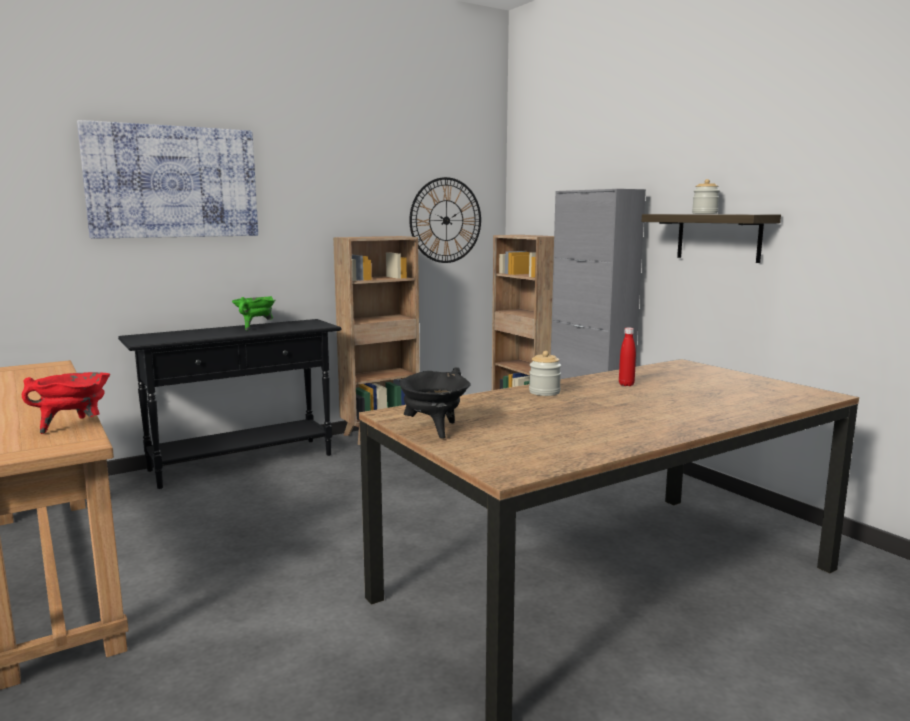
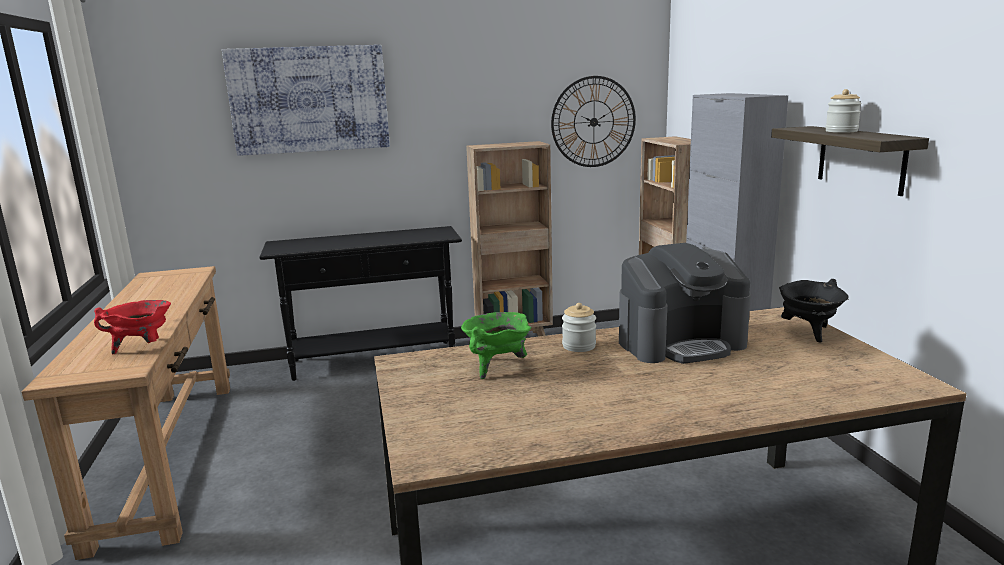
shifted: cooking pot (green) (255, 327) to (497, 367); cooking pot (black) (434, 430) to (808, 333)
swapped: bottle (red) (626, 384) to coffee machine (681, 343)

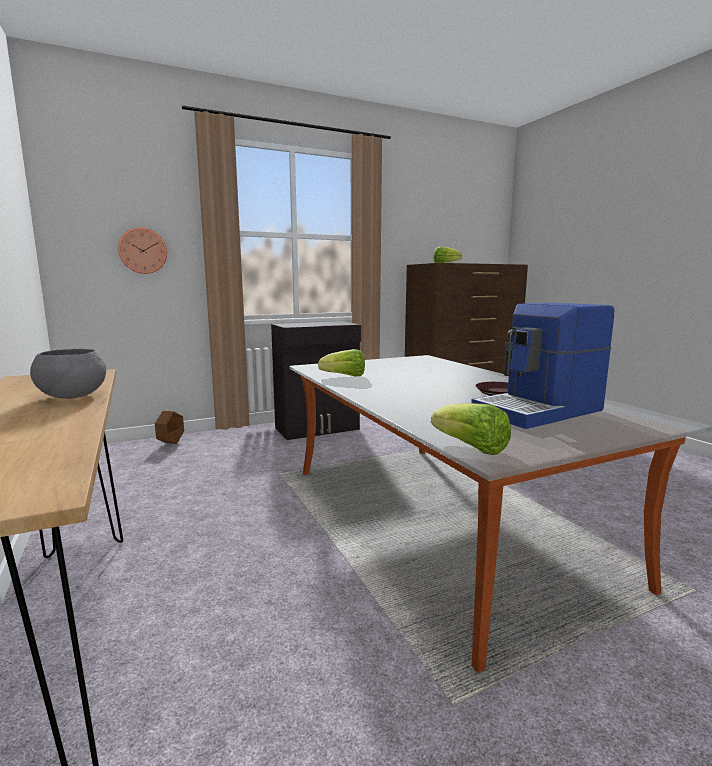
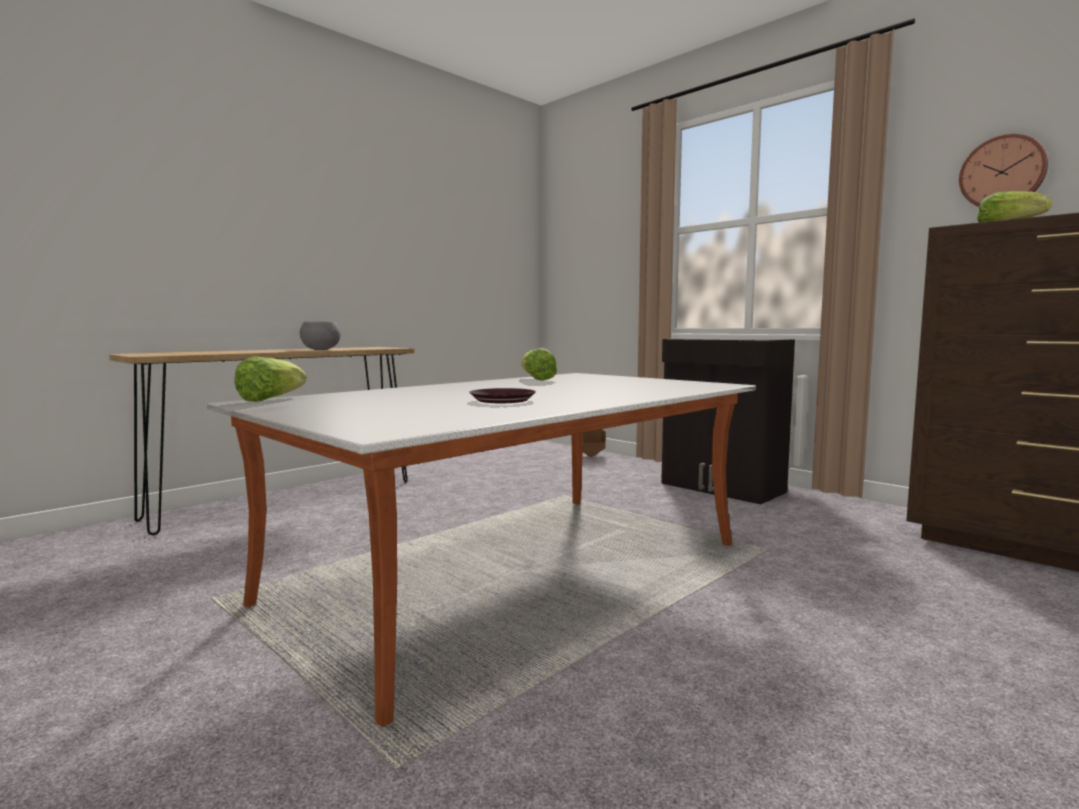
gone: coffee machine (540, 411)
shifted: wall clock (143, 251) to (1002, 173)

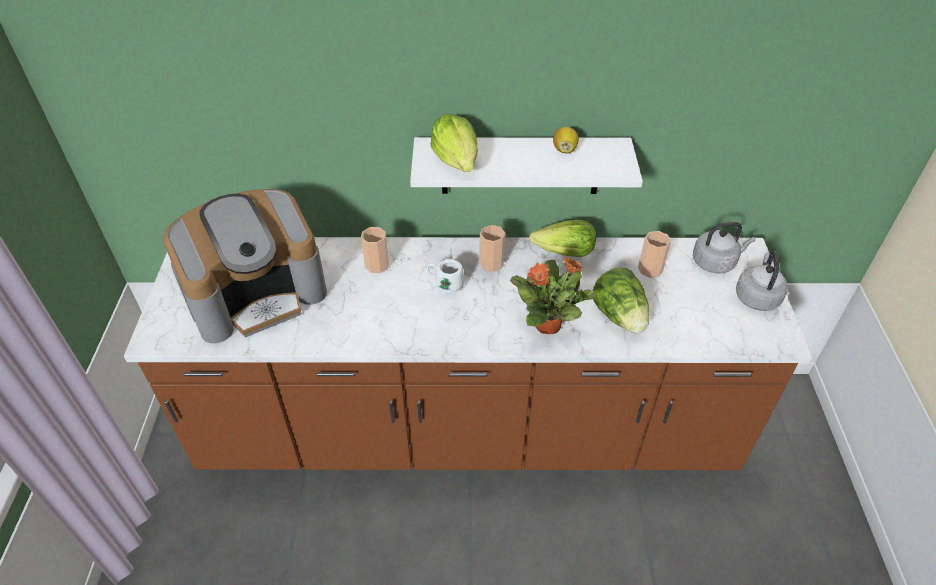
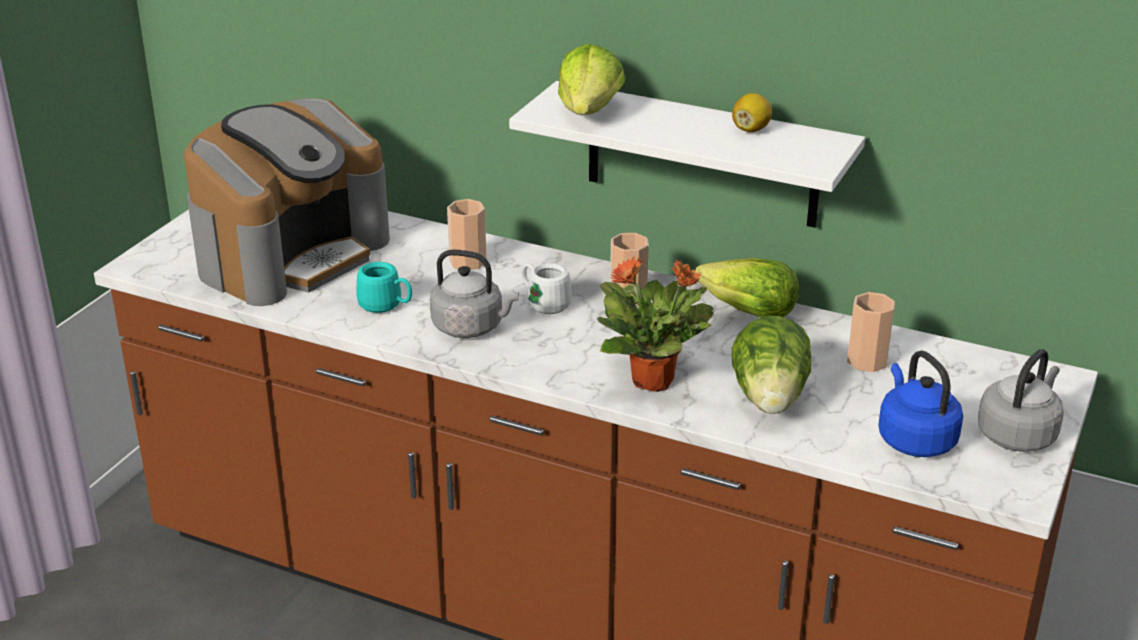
new: mug (turquoise) (386, 306); kettle (blue) (914, 439)
shifted: kettle (grey) (715, 262) to (471, 327)
rotated: coffee machine (257, 294) = (292, 254) 45 degrees counterclockwise

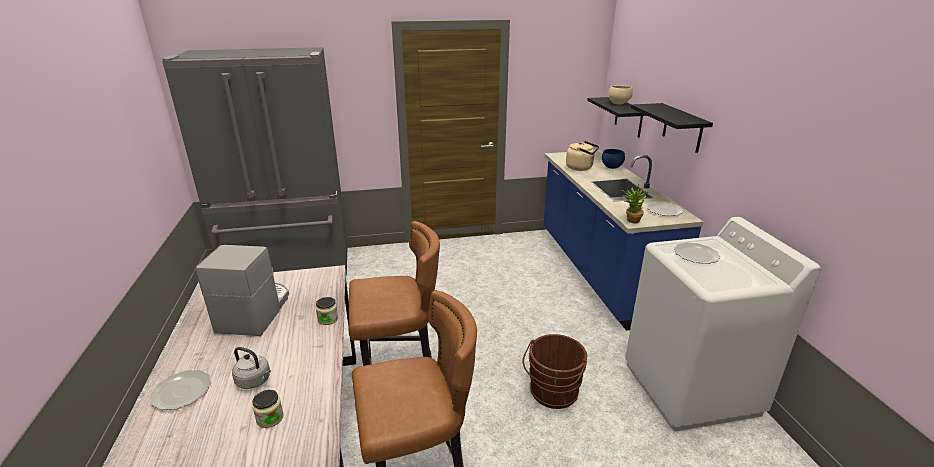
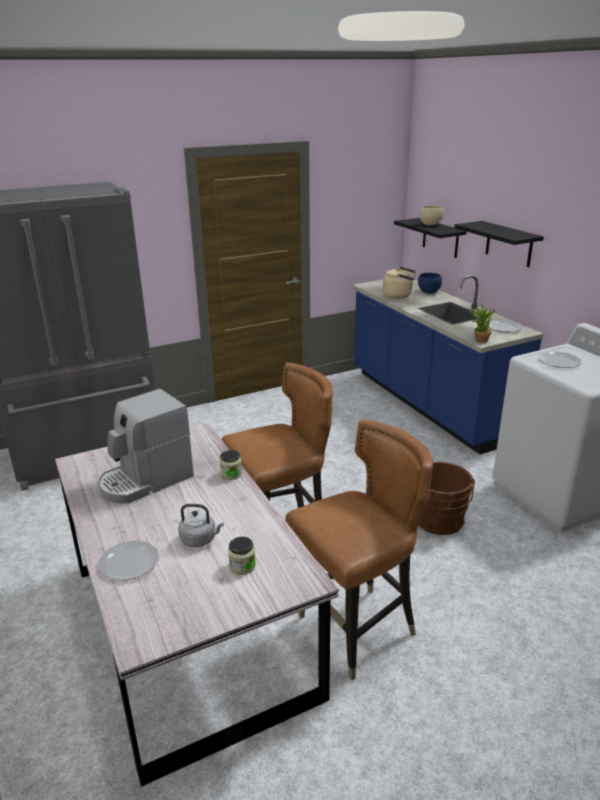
rotated: coffee machine (255, 312) = (145, 480) 120 degrees counterclockwise

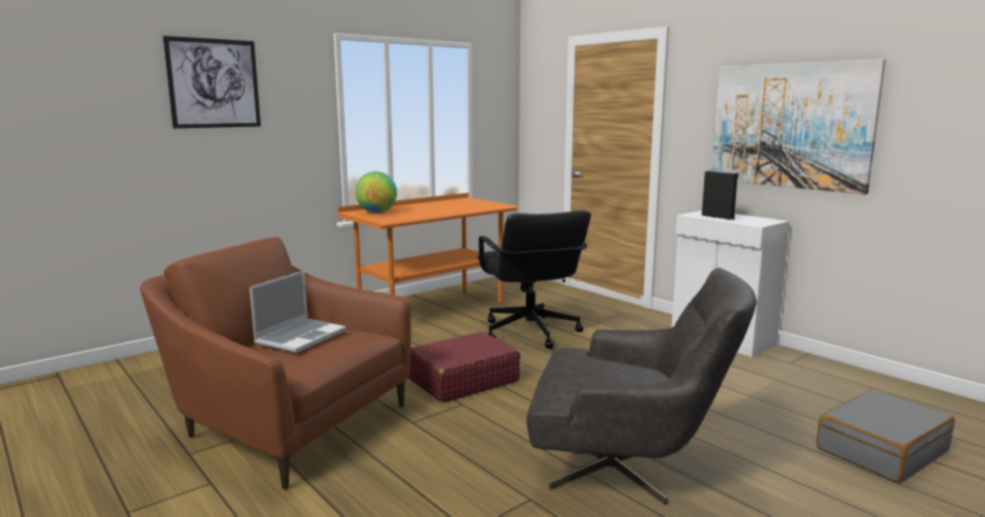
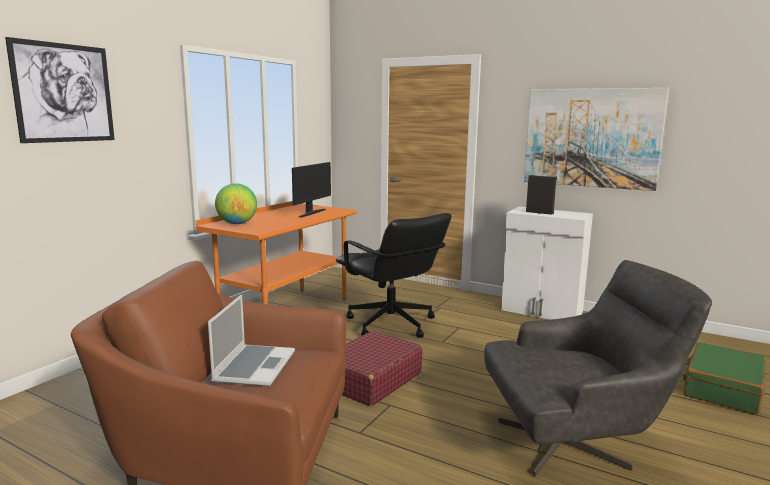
new: monitor (311, 213)
repainted: suitcase (grey) (881, 449) to suitcase (green) (722, 389)

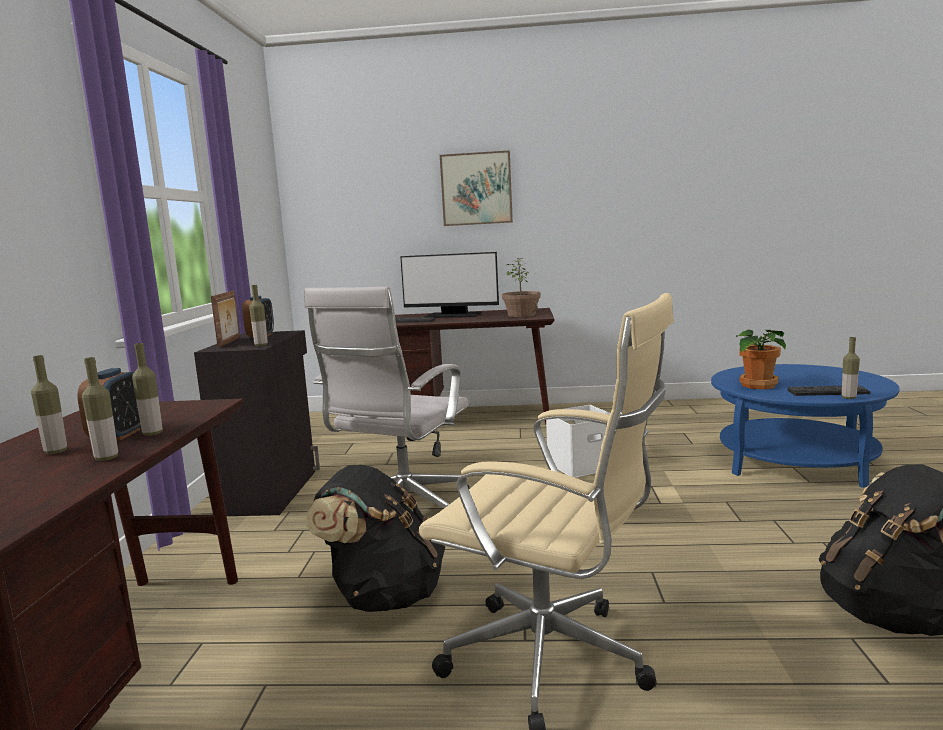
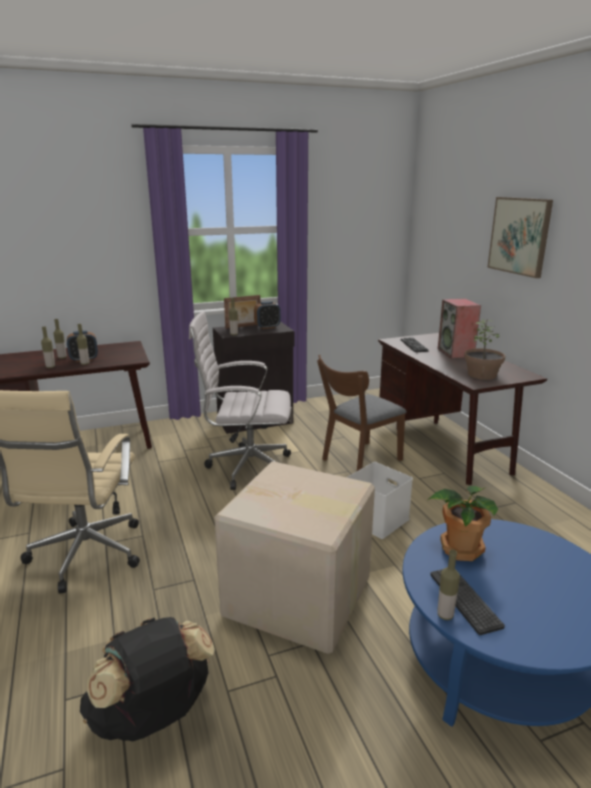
gone: backpack (black) (384, 596)
new: chair (brown) (357, 461); cardboard box (298, 598)
swapped: monitor (453, 315) to speaker (456, 353)

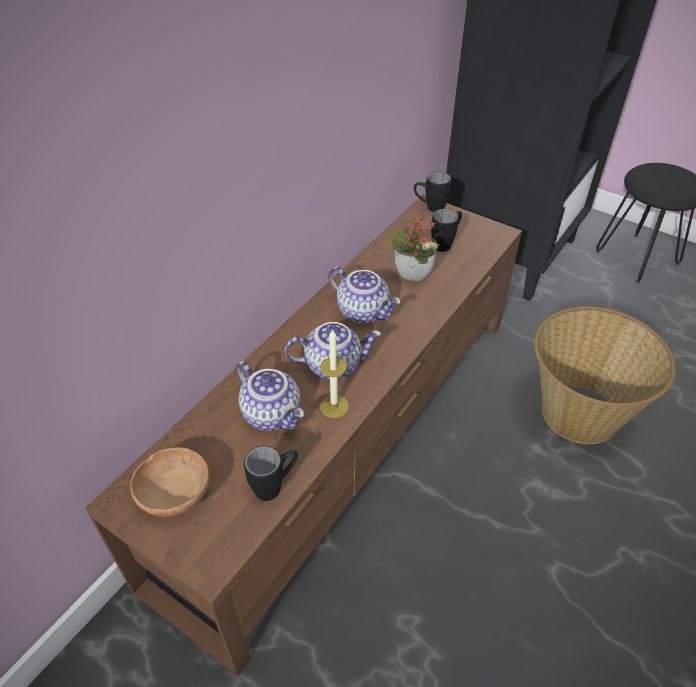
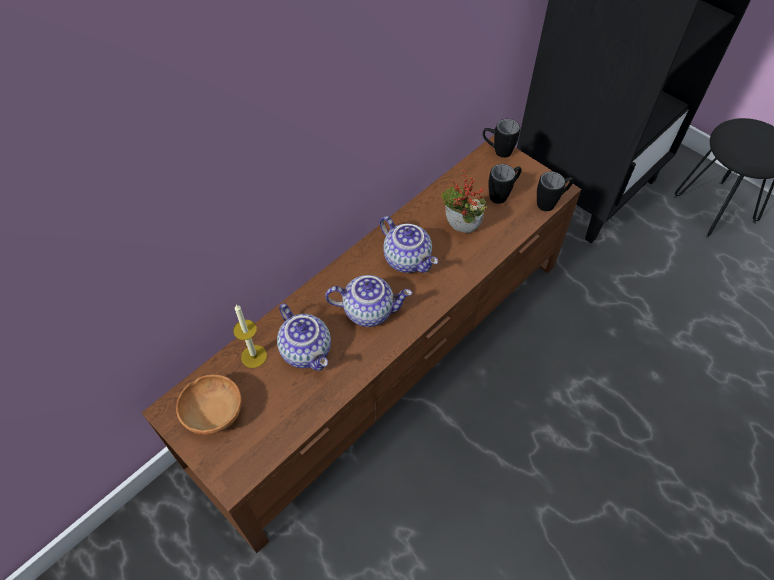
gone: basket (579, 412)
shifted: candle (334, 406) to (254, 356); mug (black) (275, 486) to (550, 203)

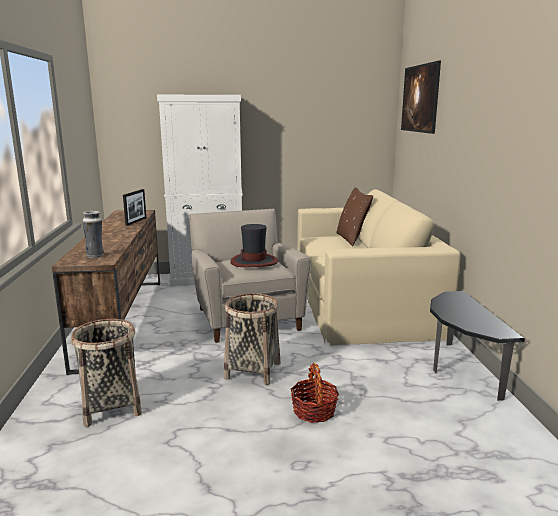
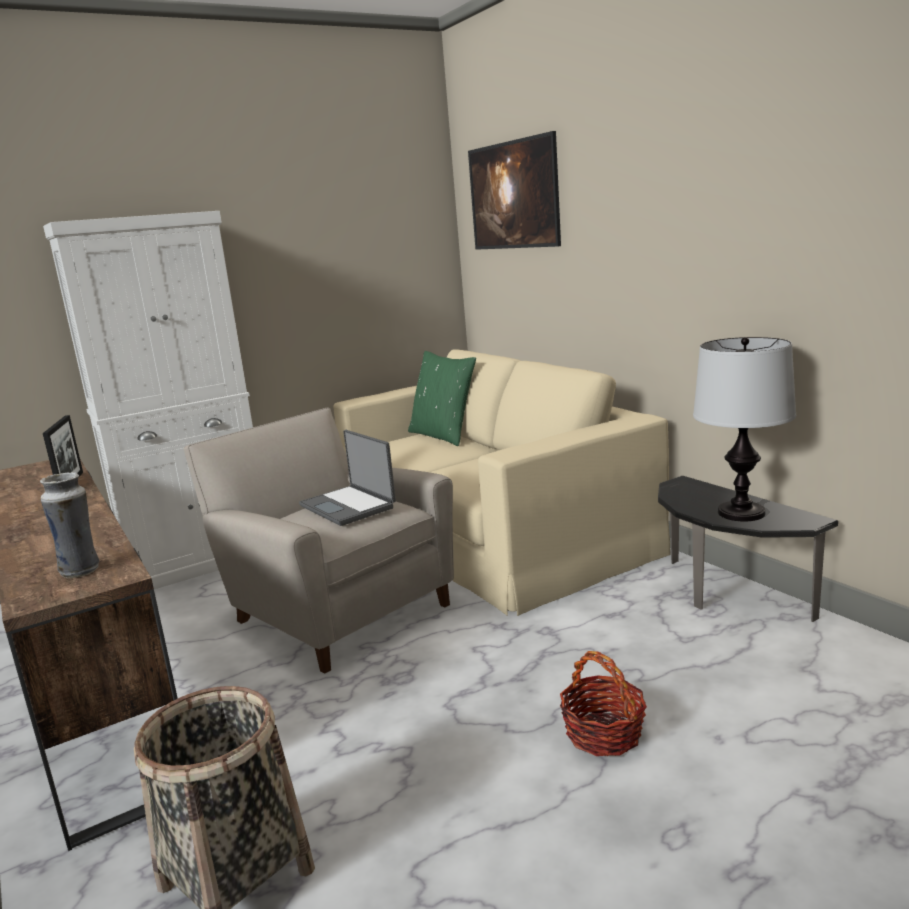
gone: basket (252, 370)
new: table lamp (742, 513)
swapped: hat (254, 261) to laptop (349, 506)
repainted: pillow (brown) (352, 239) to pillow (green) (443, 435)

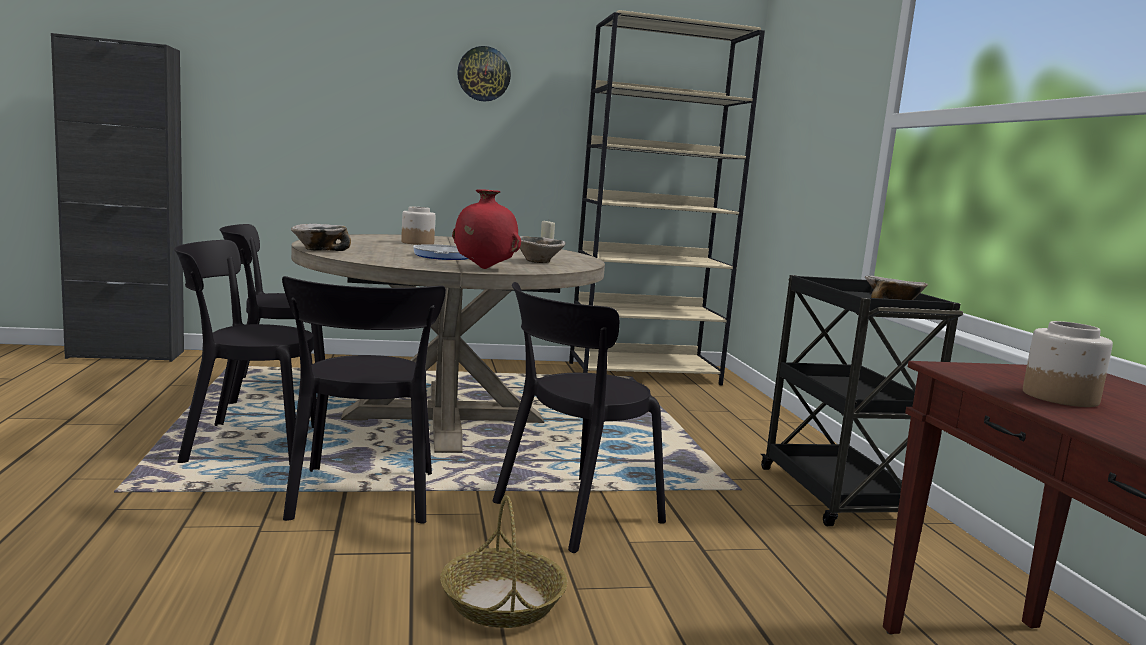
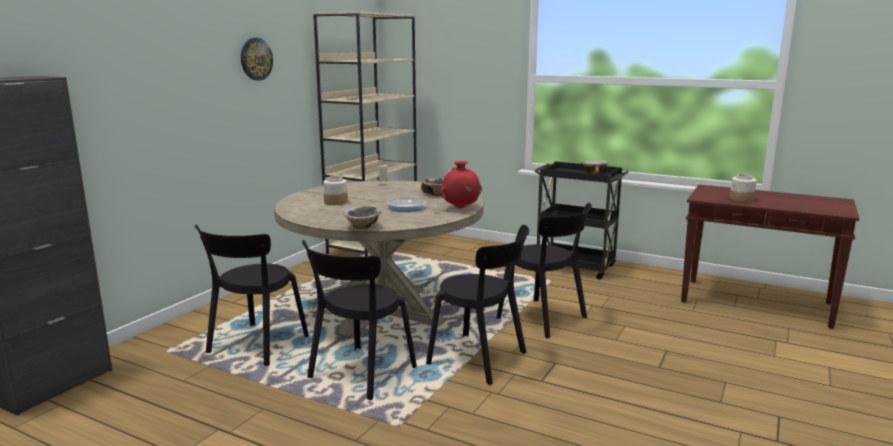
gone: basket (503, 602)
rotated: chair (black) (571, 514) = (545, 319) 45 degrees counterclockwise

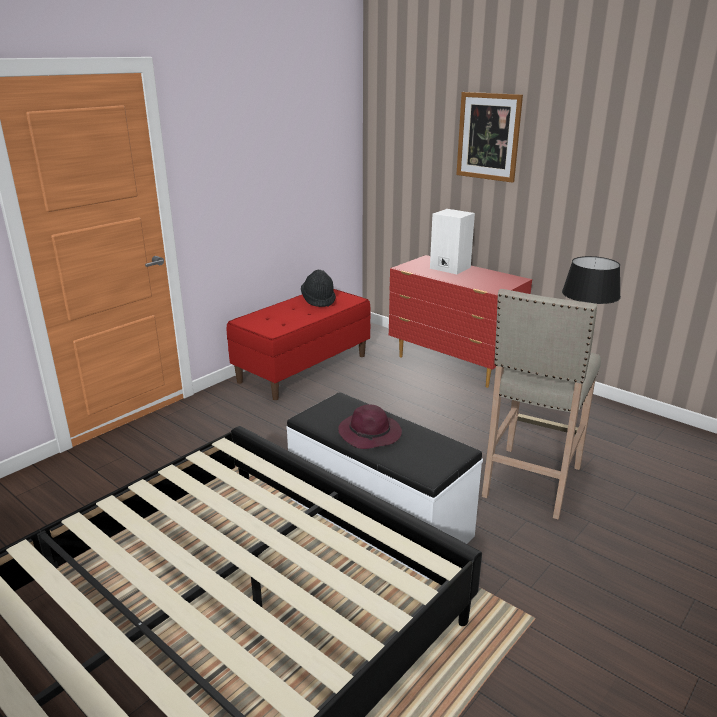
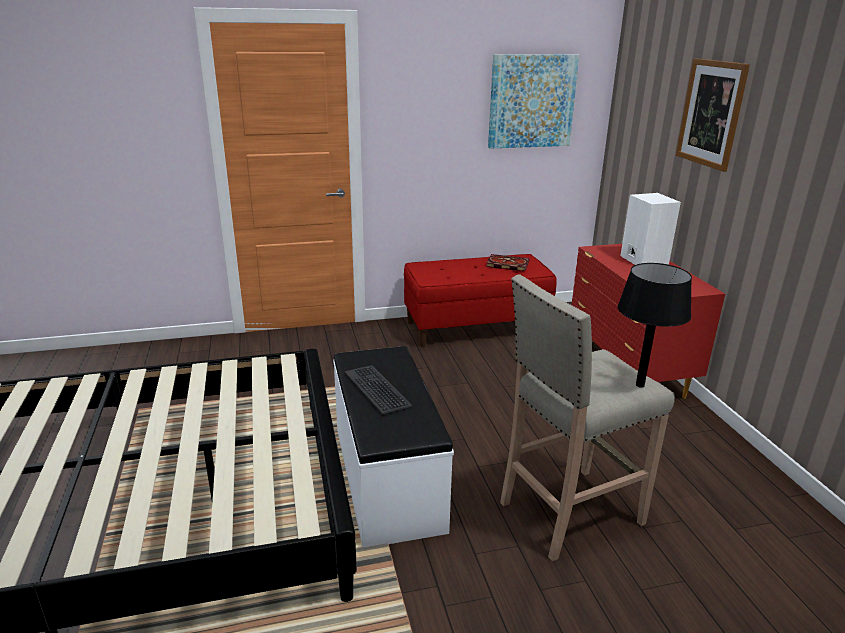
new: picture (531, 101)
swapped: hat (black) (318, 300) to book (506, 264); hat (purple) (370, 434) to keyboard (377, 389)

